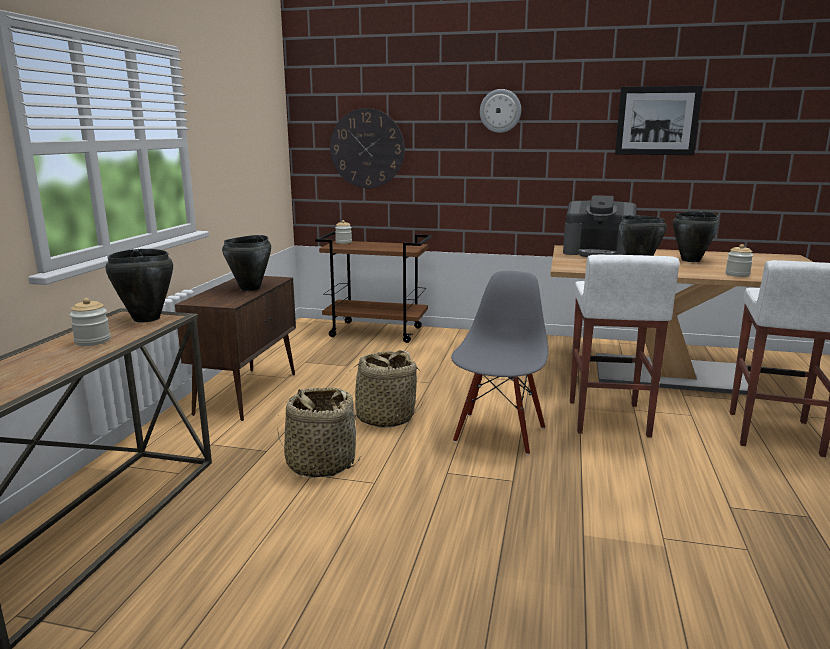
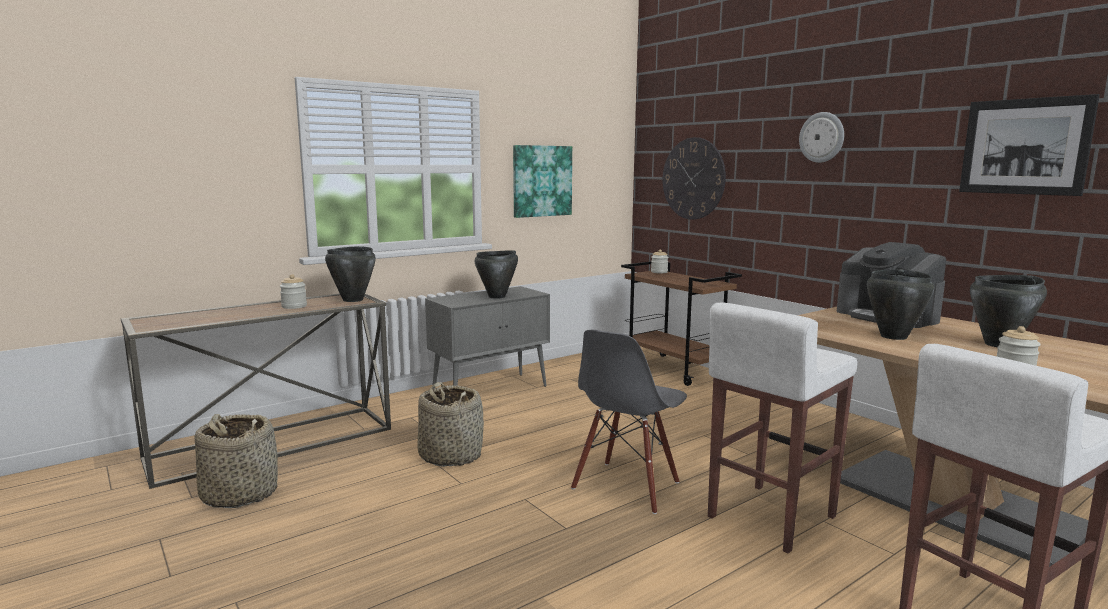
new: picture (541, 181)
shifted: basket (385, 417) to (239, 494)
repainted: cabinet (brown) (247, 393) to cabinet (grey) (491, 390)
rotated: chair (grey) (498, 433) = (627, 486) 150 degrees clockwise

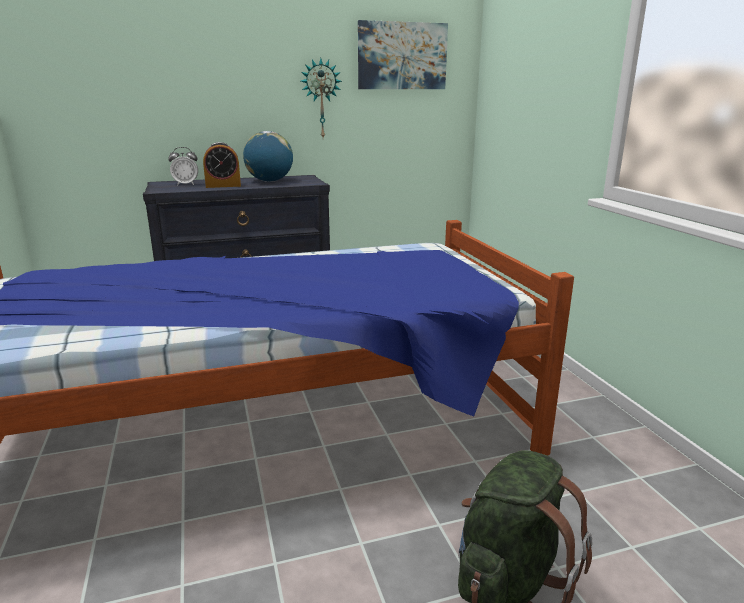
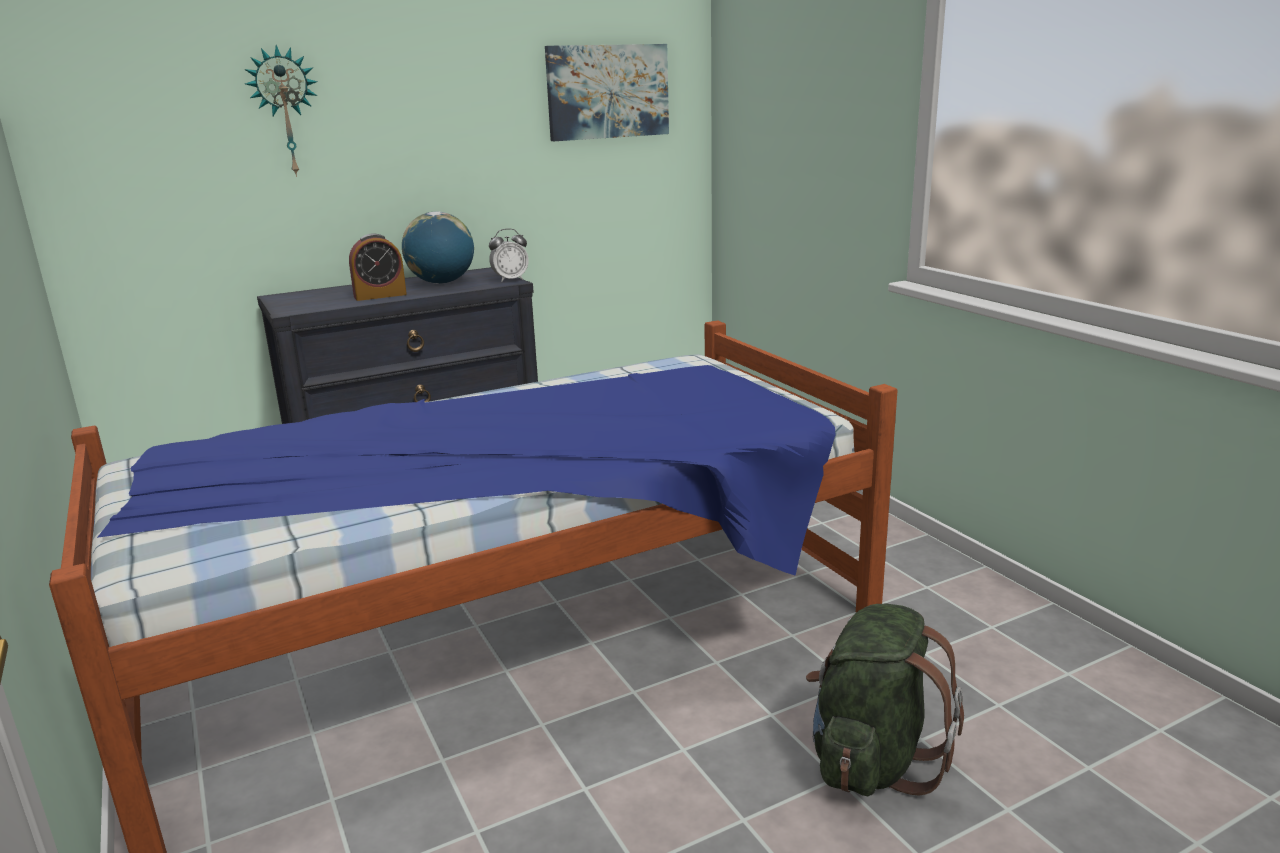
shifted: wall clock (321, 99) to (285, 112); alarm clock (186, 184) to (510, 280)

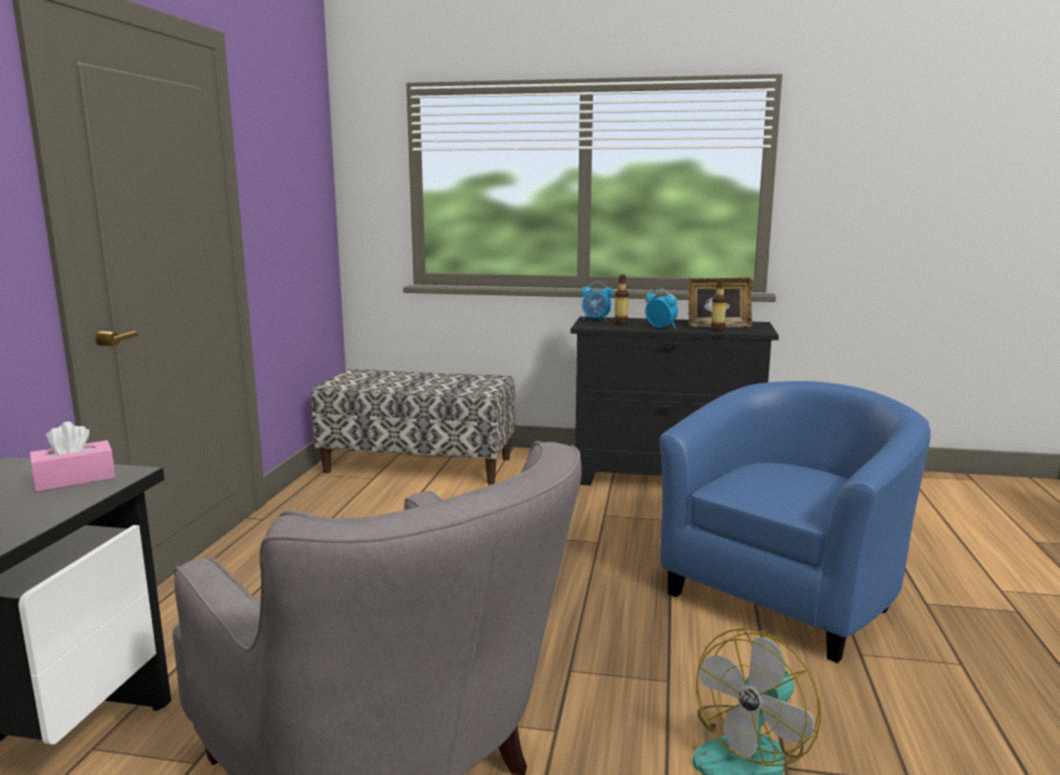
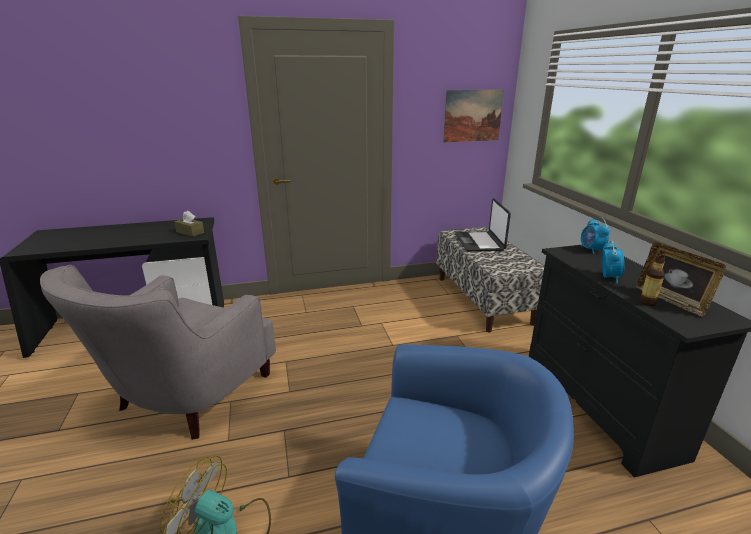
gone: bottle (621, 323)
new: picture (472, 116); laptop (480, 242)
repainted: tissue box (pink) (75, 479) to tissue box (brown) (190, 232)

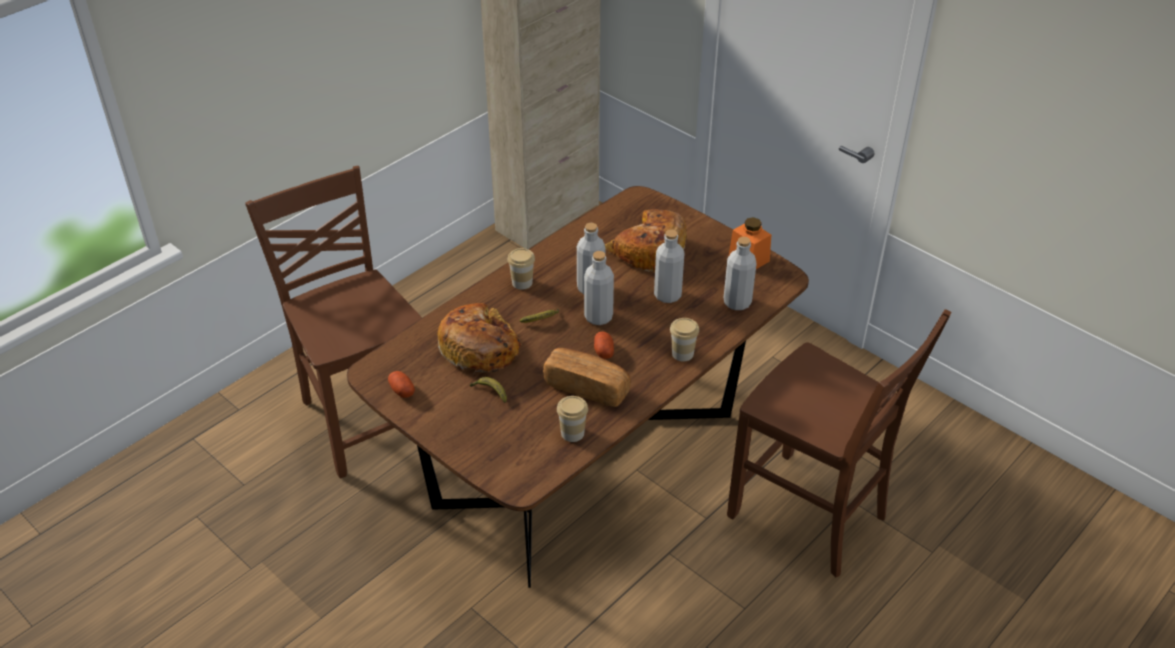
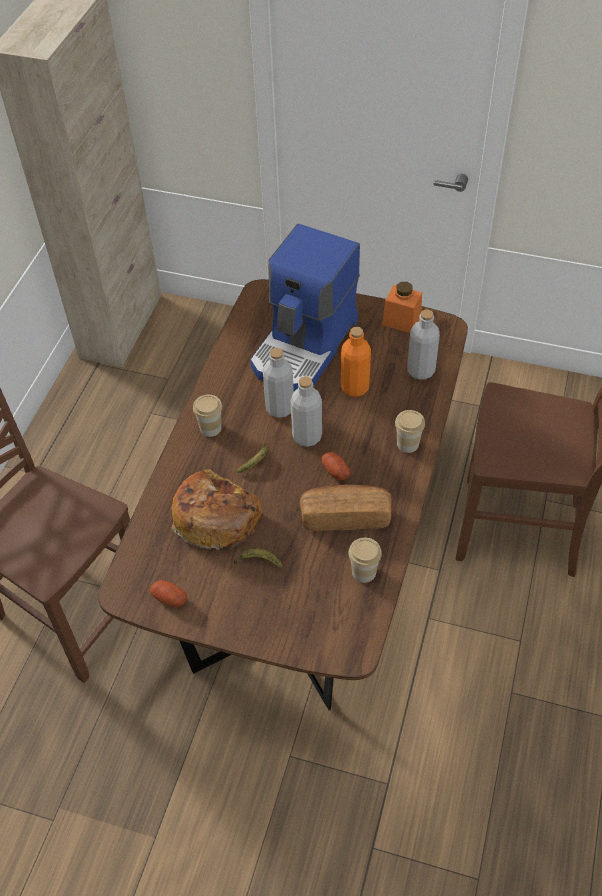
swapped: bread (647, 250) to coffee machine (305, 346)
repainted: bottle (grey) (667, 295) to bottle (orange) (355, 387)

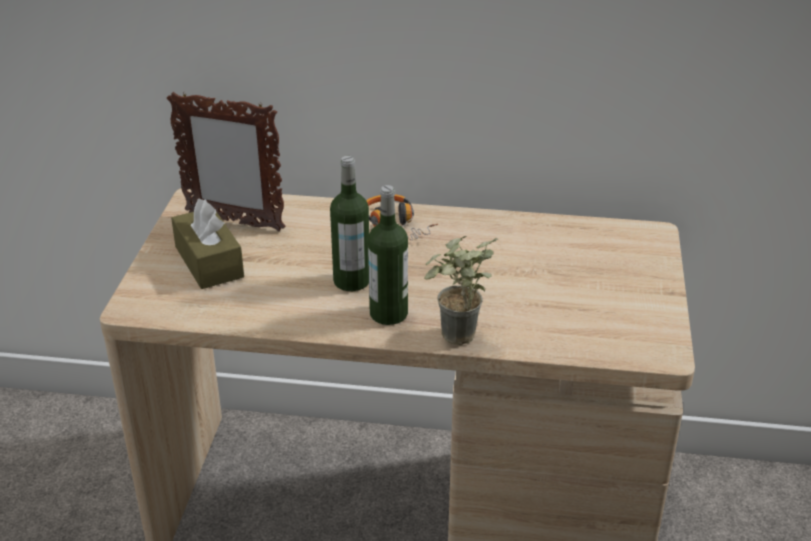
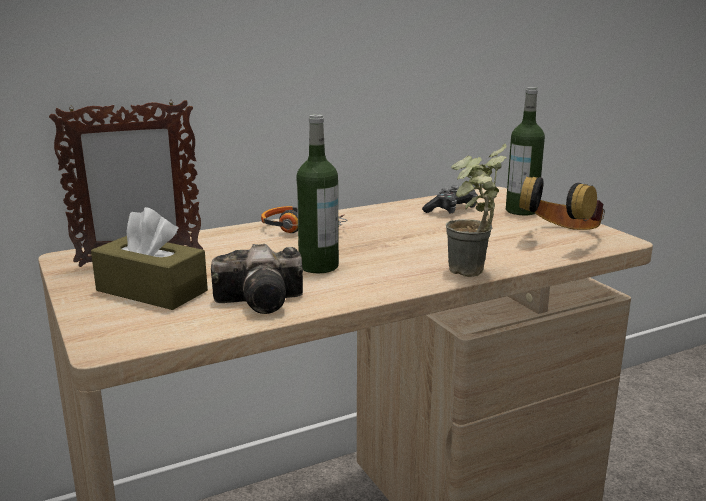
new: headphones (560, 238); game controller (452, 210); photo camera (264, 301)
shifted: bottle (388, 313) to (521, 211)

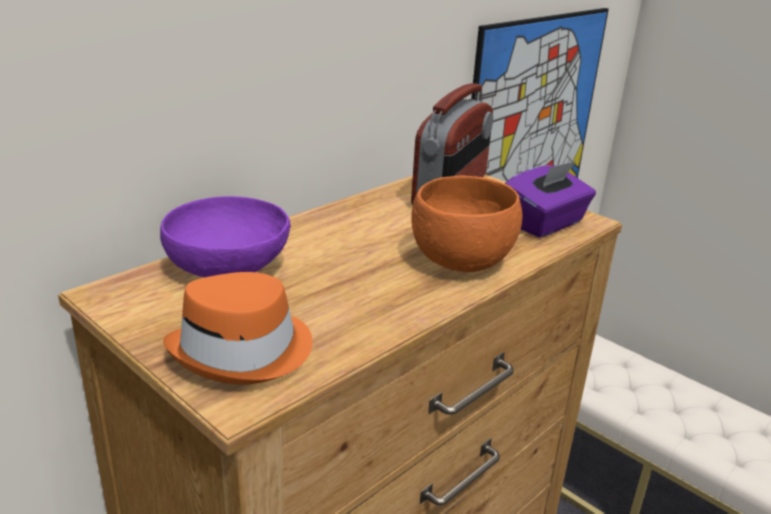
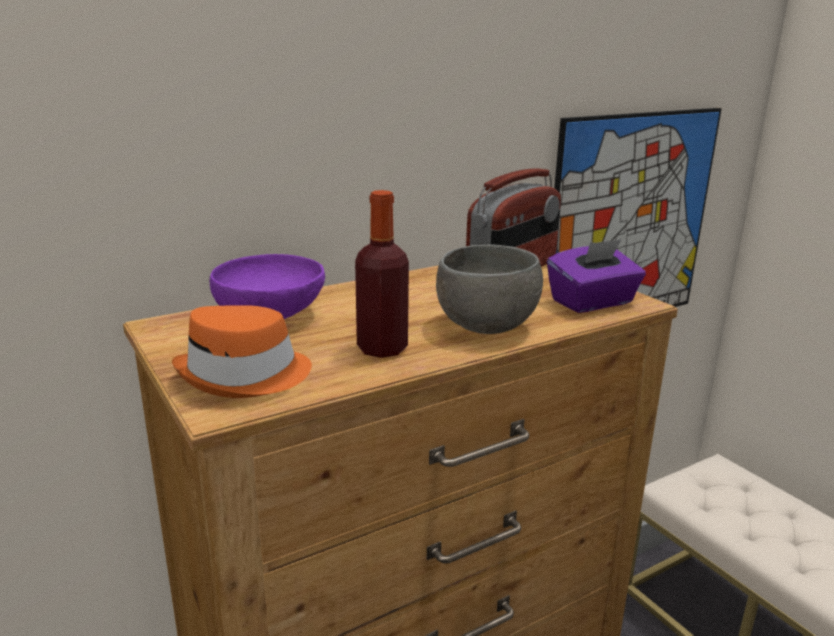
new: bottle (382, 348)
repainted: bowl (orange) (460, 261) to bowl (grey) (485, 326)

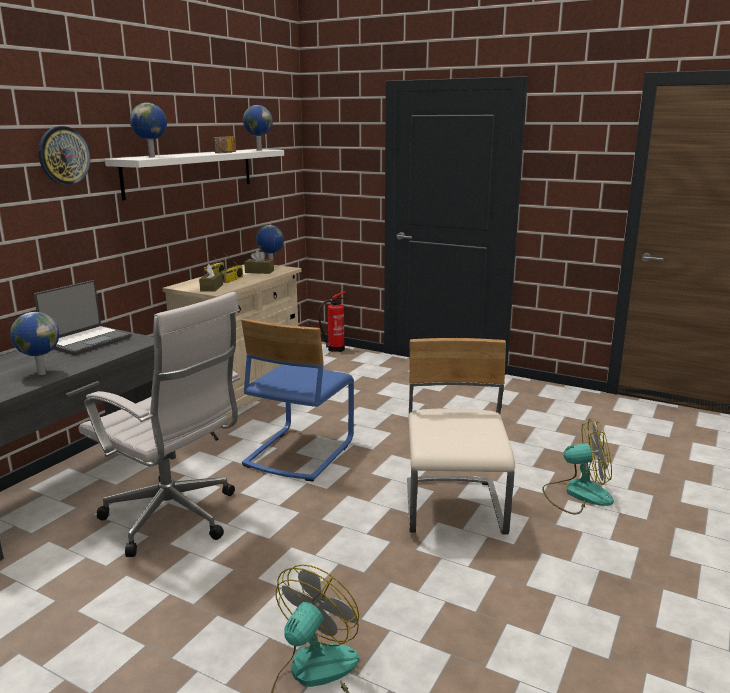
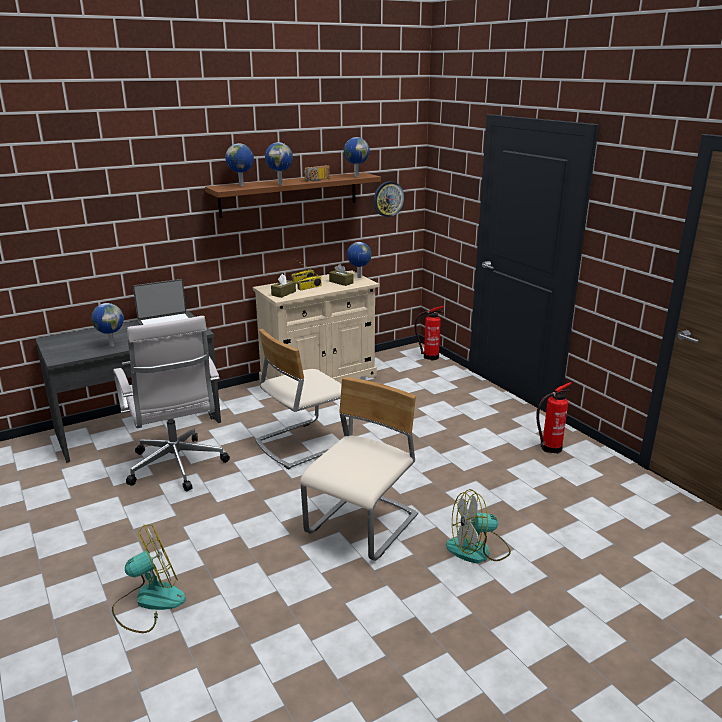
new: globe (280, 184); fire extinguisher (549, 448)
shifted: wall clock (63, 155) to (388, 199)
repainted: shelf (white) (190, 172) to shelf (brown) (289, 194); chair (blue) (298, 453) to chair (beige) (303, 443)
rotated: fan (577, 494) = (478, 550) 135 degrees clockwise

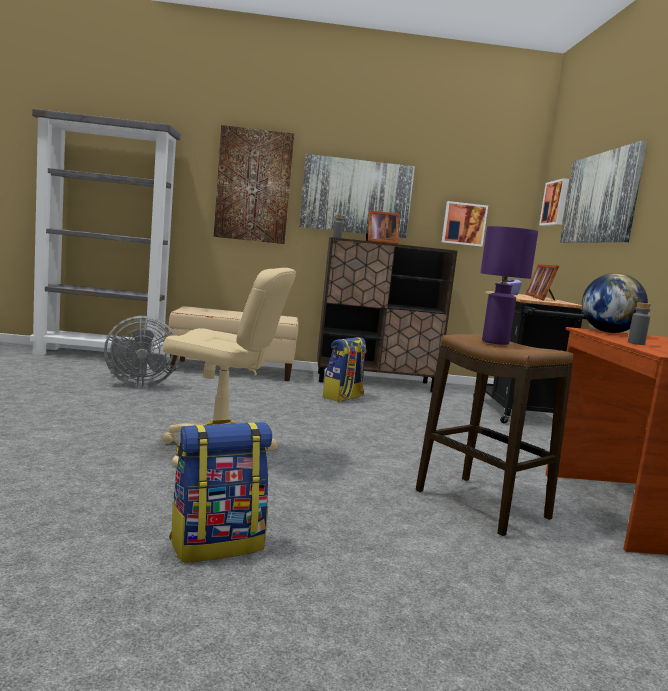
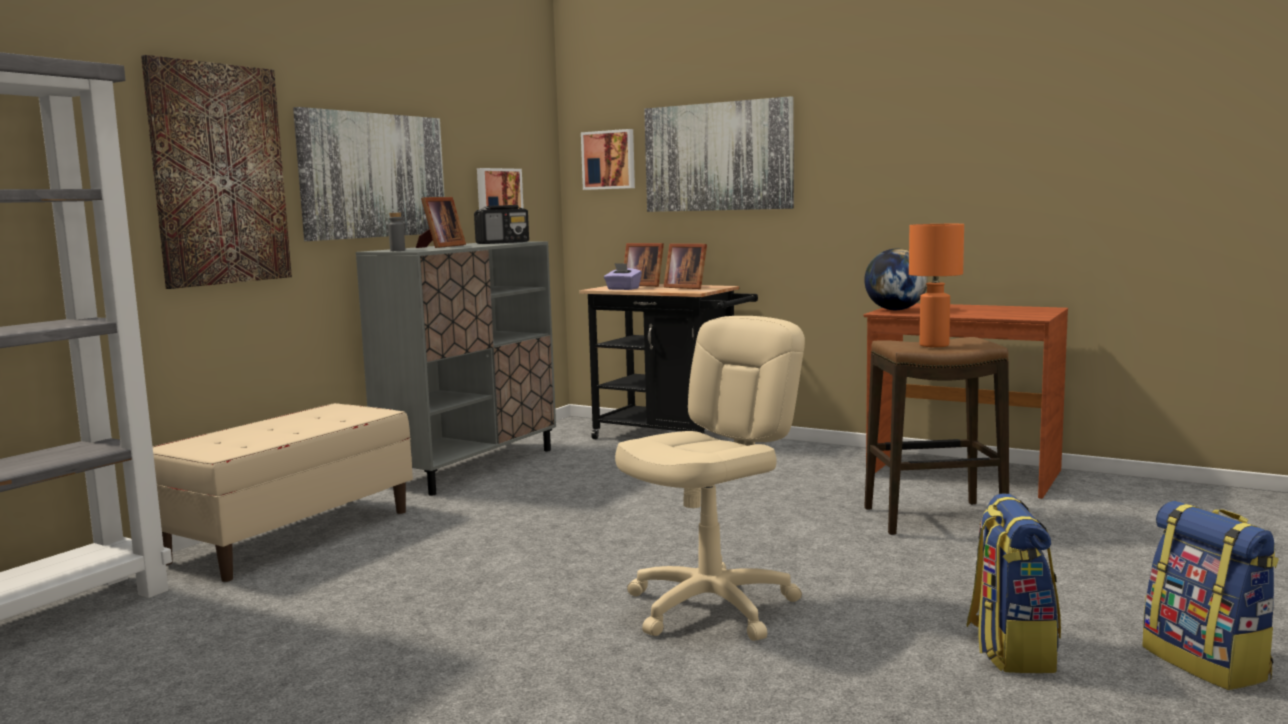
gone: bottle (grey) (636, 343); fan (grey) (138, 384)
new: radio (503, 242)
shifted: backpack (343, 397) to (1207, 663)
repainted: table lamp (purple) (494, 342) to table lamp (orange) (933, 345); cabinet (brown) (375, 382) to cabinet (grey) (471, 467)

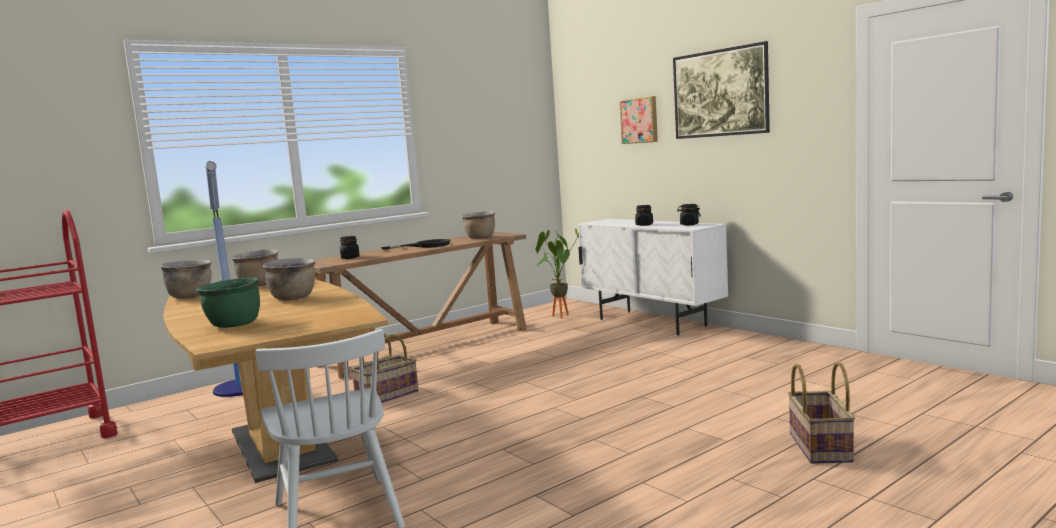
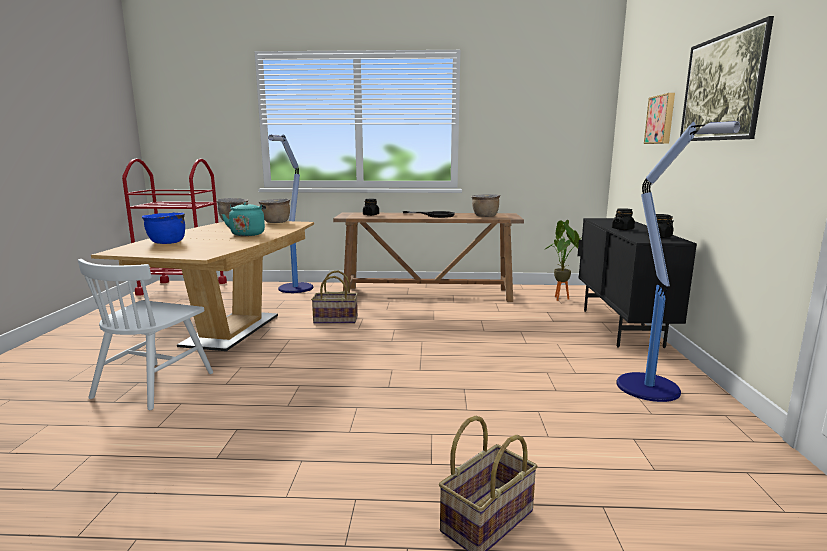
new: floor lamp (650, 388)
swapped: cooking pot (brown) (293, 298) to kettle (turquoise) (248, 234)
repainted: cabinet (white) (652, 322) to cabinet (black) (620, 328); cooking pot (green) (234, 325) to cooking pot (blue) (167, 243)

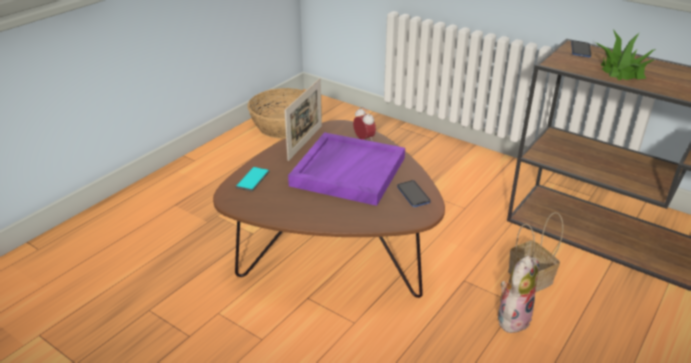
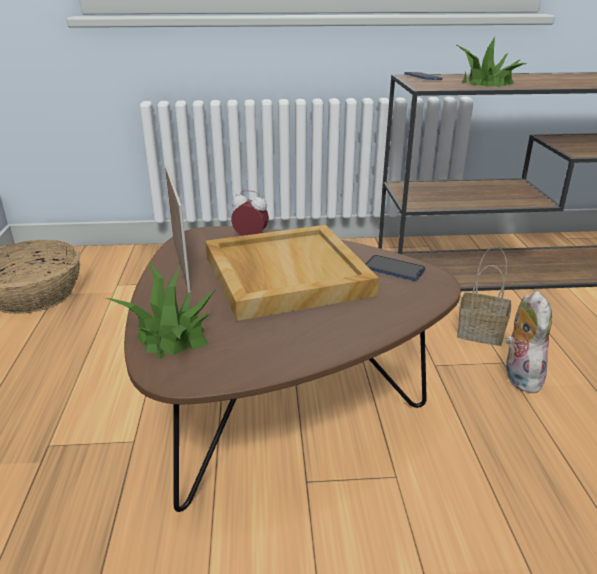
swapped: phone (253, 179) to potted plant (171, 334)
repainted: tray (purple) (348, 171) to tray (beige) (285, 275)

